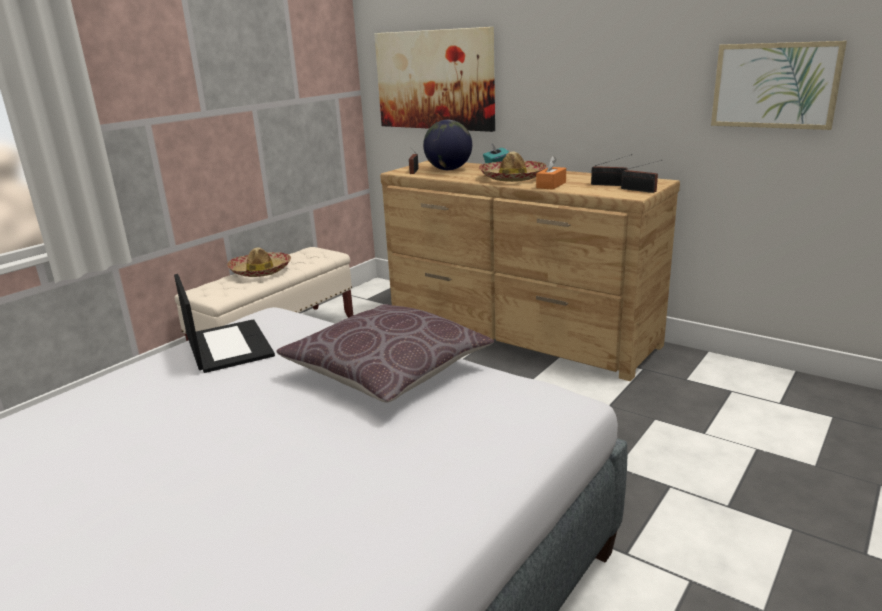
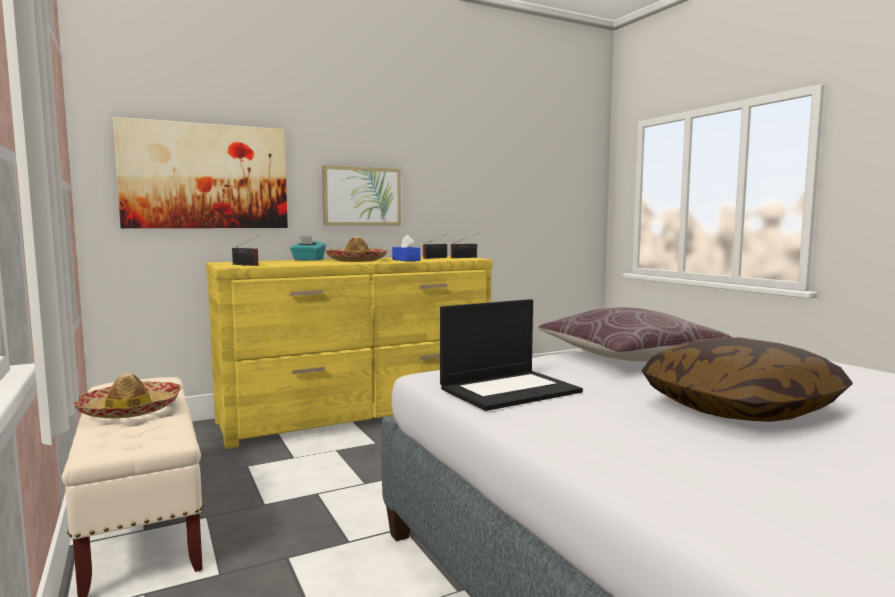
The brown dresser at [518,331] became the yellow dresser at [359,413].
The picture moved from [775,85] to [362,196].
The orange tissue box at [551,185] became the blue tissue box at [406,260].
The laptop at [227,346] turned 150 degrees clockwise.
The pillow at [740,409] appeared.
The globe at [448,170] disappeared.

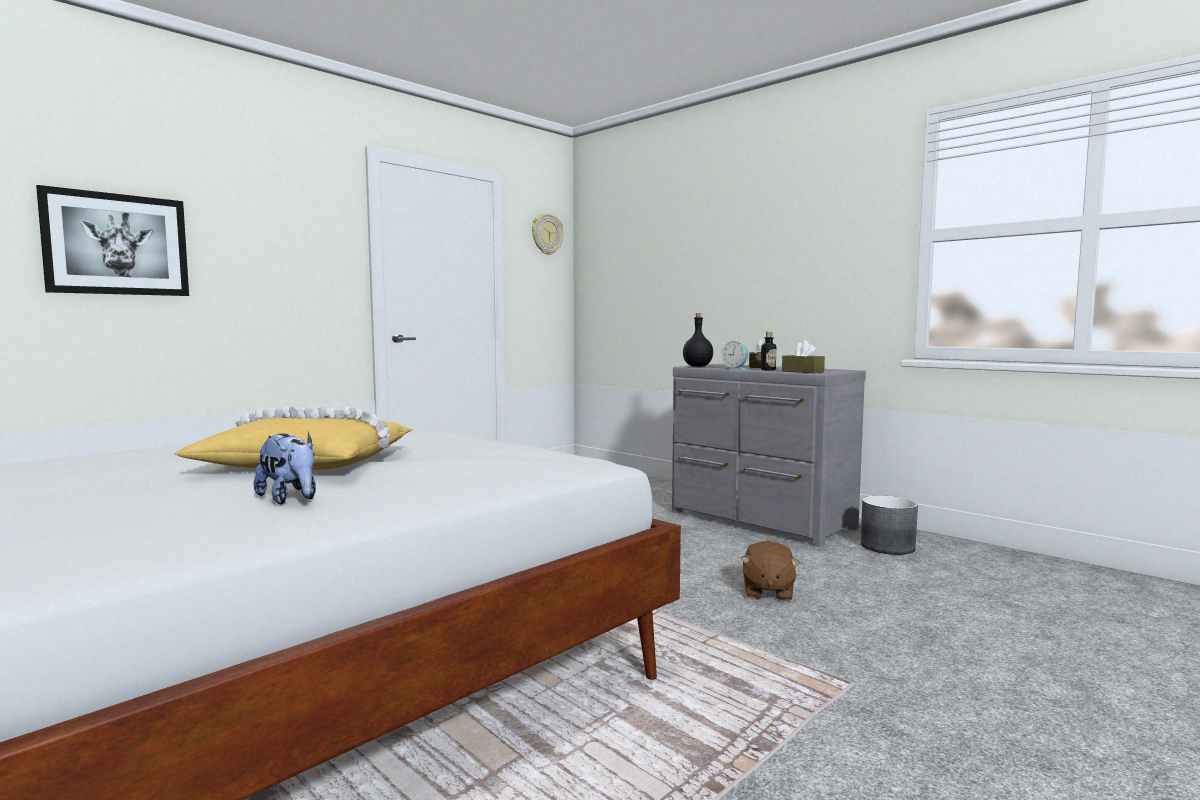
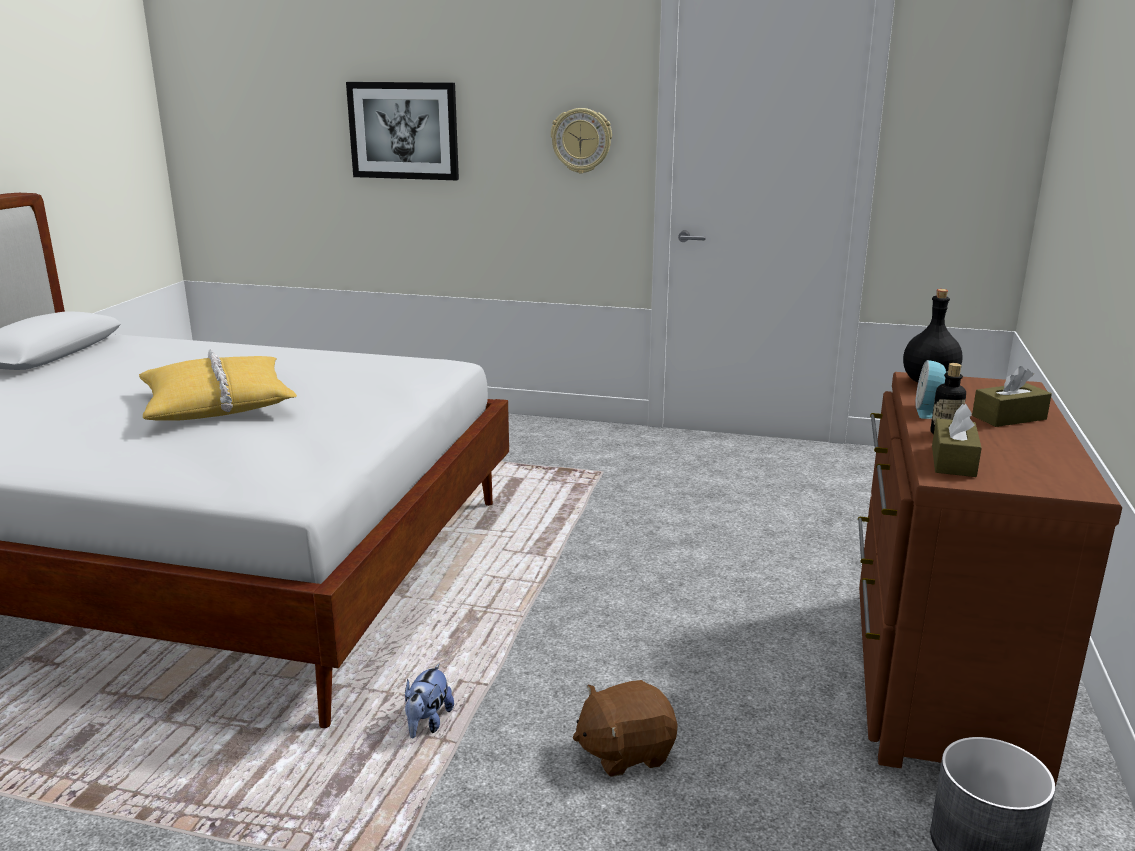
The plush toy moved from [290,499] to [427,723].
The wall clock moved from [546,234] to [581,140].
The grey dresser at [760,521] became the brown dresser at [936,679].

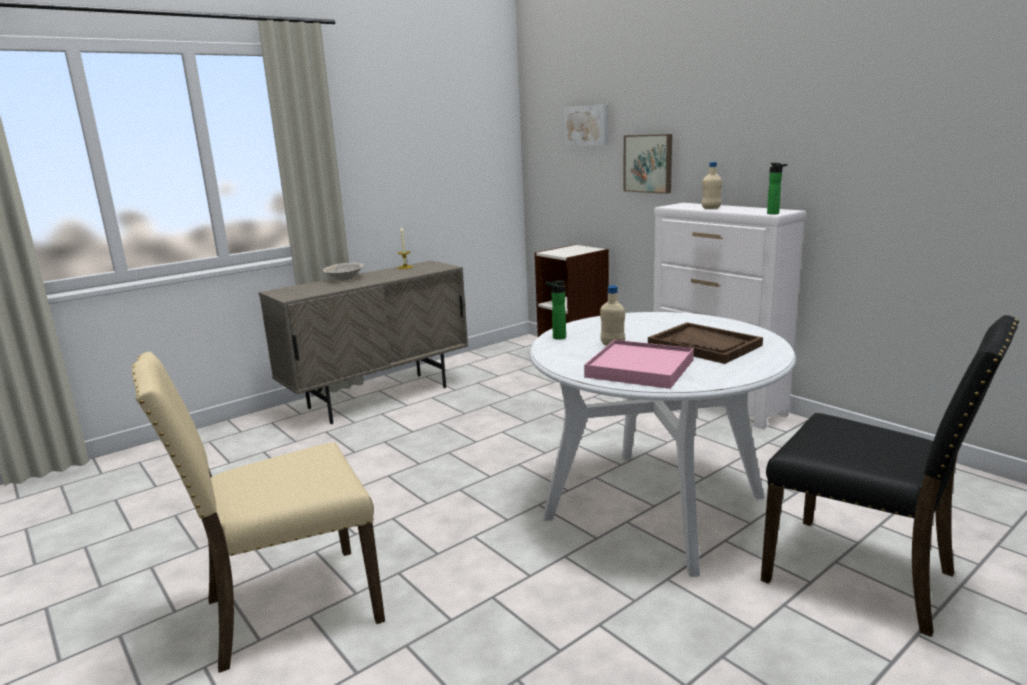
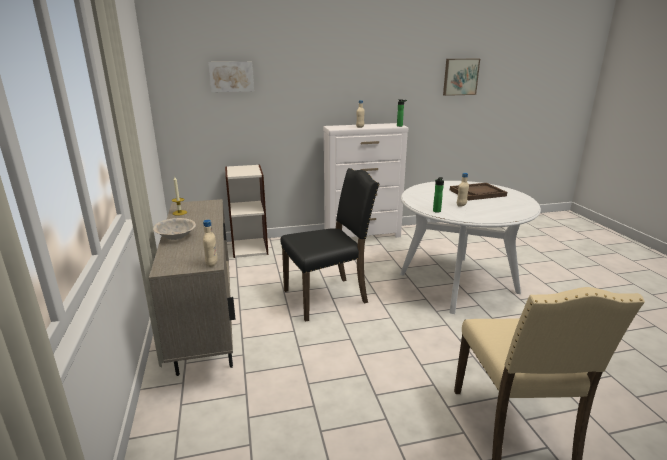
The beige bottle at [211,264] appeared.
The black chair moved from [863,575] to [327,297].
The picture moved from [649,163] to [460,77].
The pink tray at [640,368] disappeared.

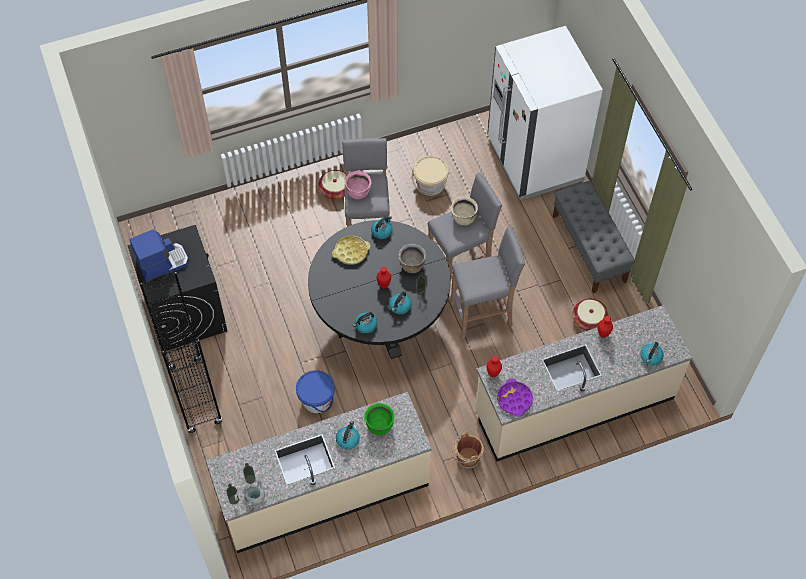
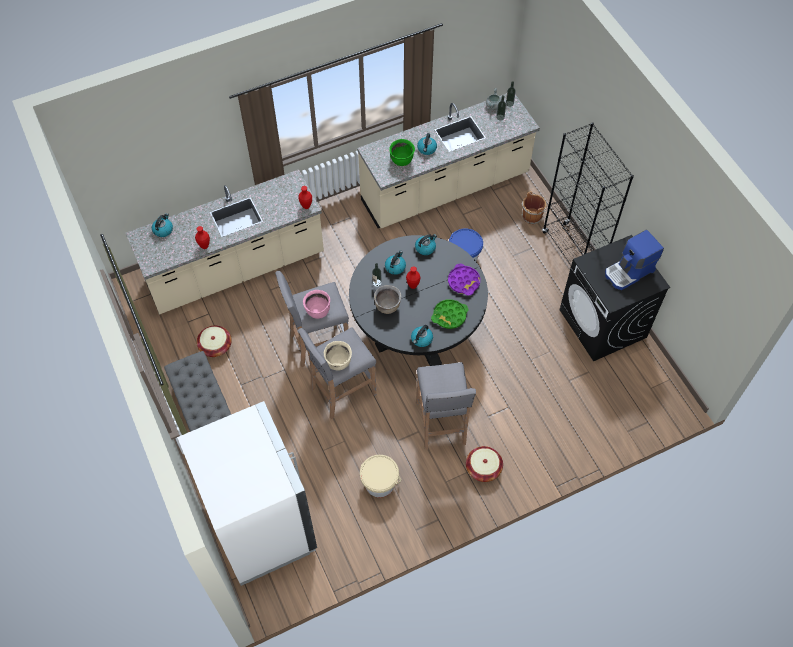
The pink cooking pot moved from [358,192] to [318,311].
The yellow tray at [351,252] became the green tray at [449,316].
The purple tray moved from [514,399] to [464,281].
The brown bucket moved from [467,458] to [532,216].

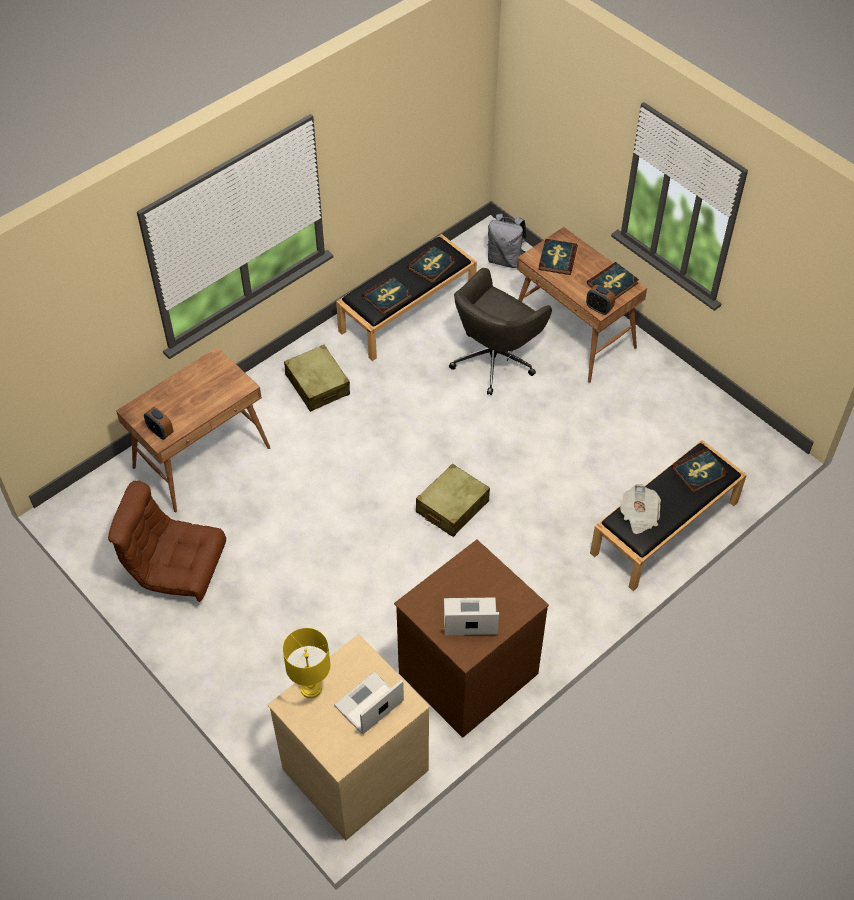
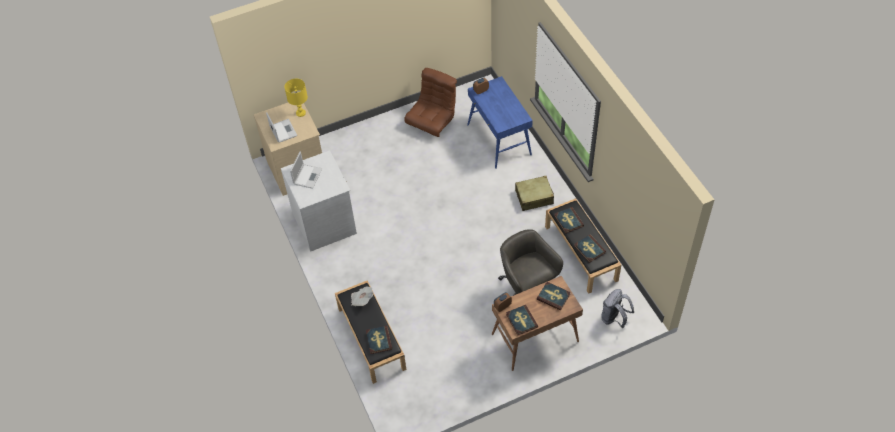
The brown dresser at [467,671] became the white dresser at [325,222].
The brown desk at [202,457] became the blue desk at [499,140].
The beige suitcase at [452,507] disappeared.

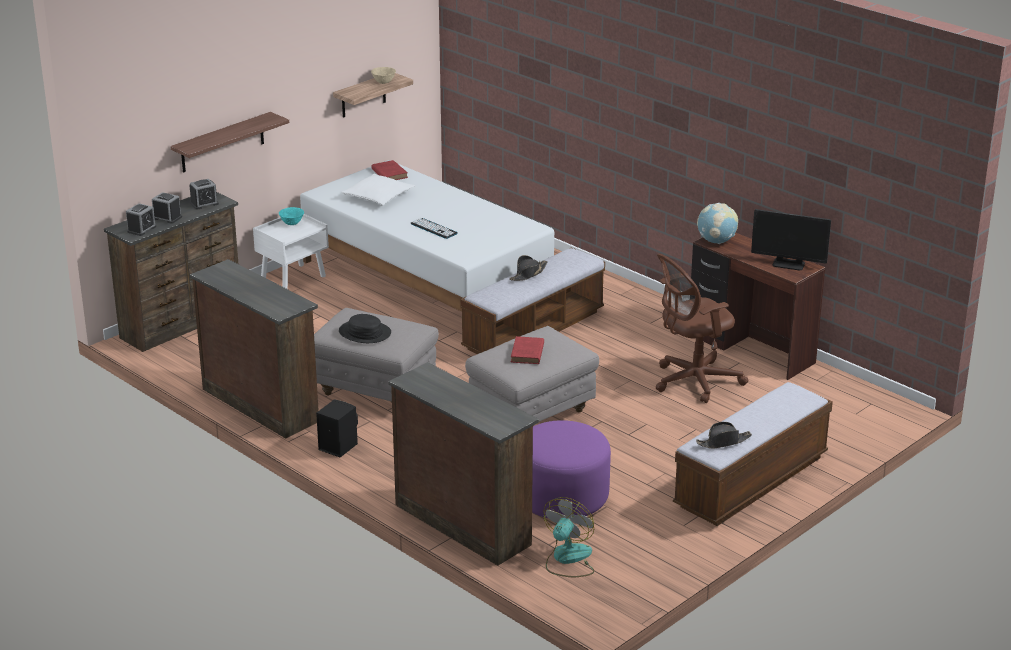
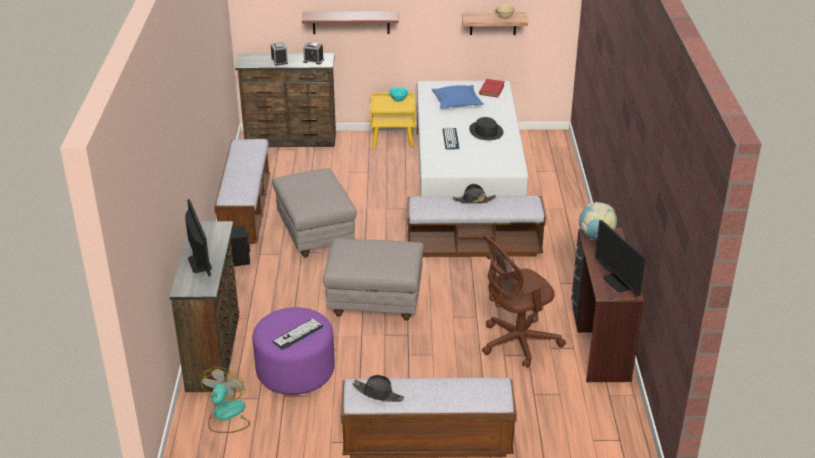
The monitor at [199,263] appeared.
The fan at [568,559] turned 60 degrees counterclockwise.
The brown dresser at [261,404] was replaced by the bench at [246,210].
The keyboard at [298,334] appeared.
The white nightstand at [293,278] became the yellow nightstand at [393,141].
The white pillow at [378,197] became the blue pillow at [457,102].
The black hat moved from [364,333] to [486,131].
The brown office chair at [693,381] turned 45 degrees counterclockwise.
The alarm clock at [141,229] disappeared.
The red book at [527,354] disappeared.

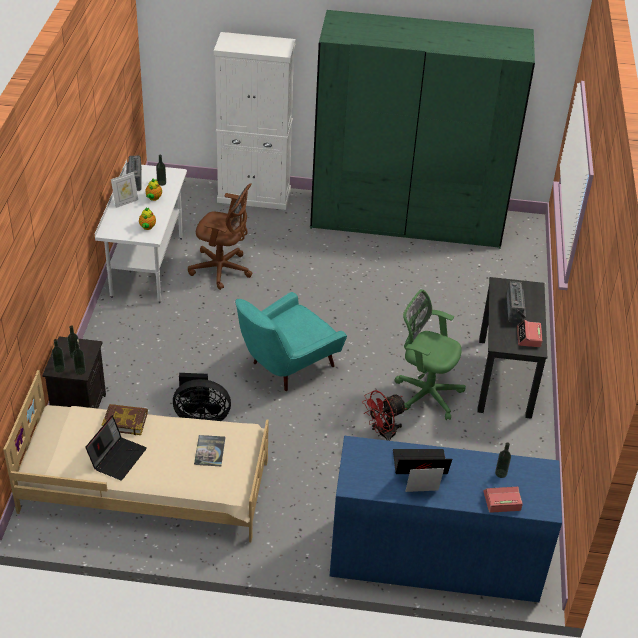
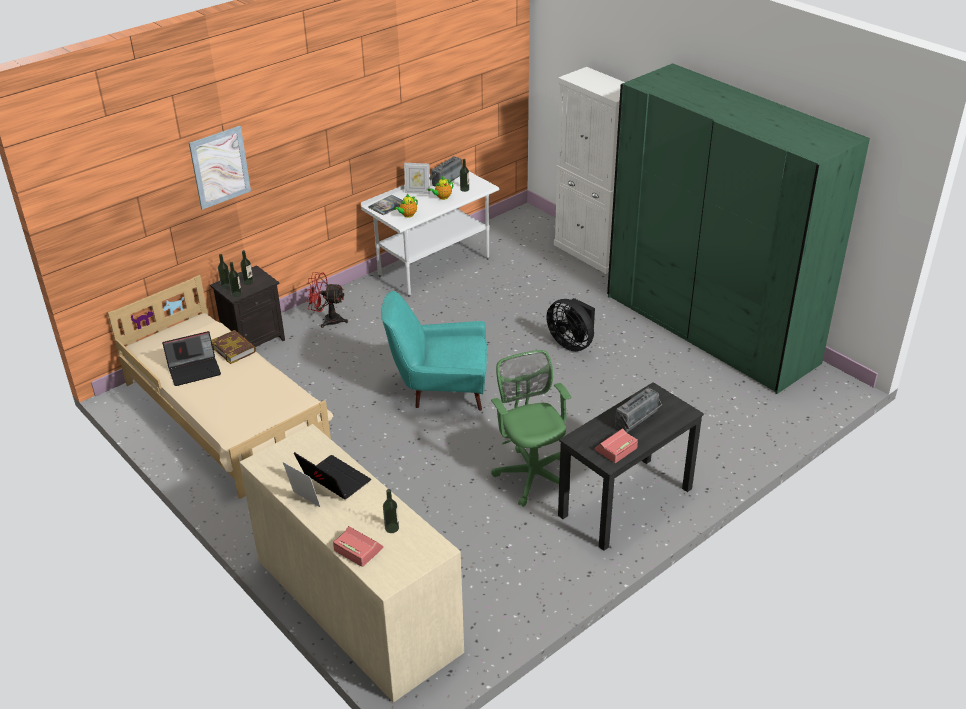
The picture at [220,167] appeared.
The blue dresser at [435,558] became the beige dresser at [357,604].
The red fan moved from [382,434] to [328,320].
The book moved from [210,451] to [387,205].
The black fan moved from [201,417] to [572,343].
The brown office chair at [223,270] disappeared.

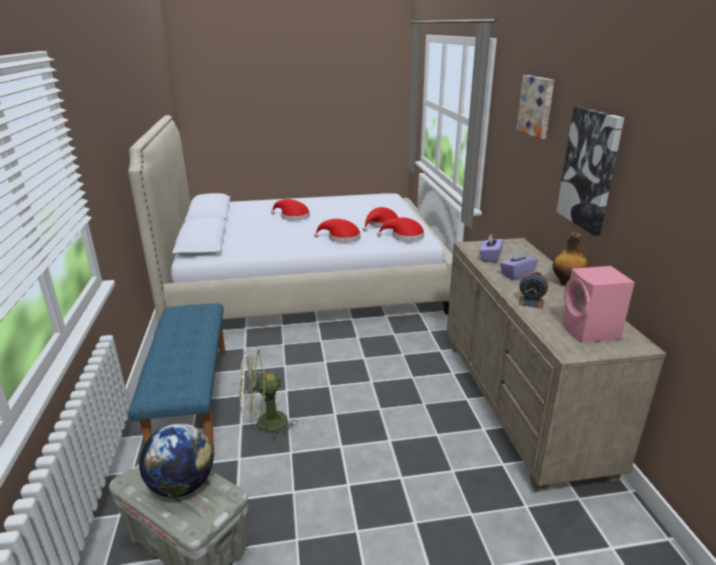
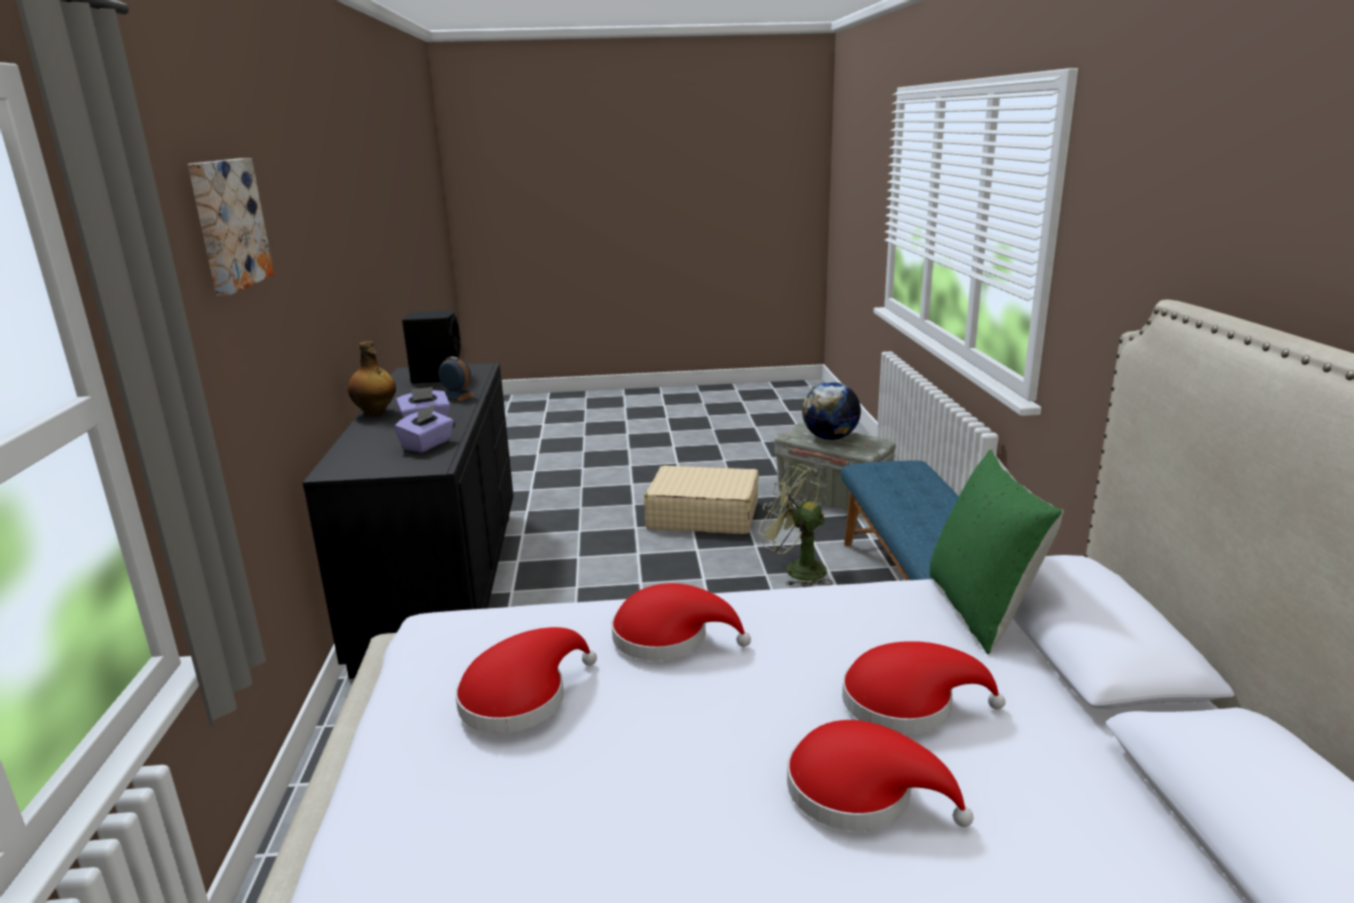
The beige dresser at [519,403] became the black dresser at [444,584].
The pink speaker at [590,332] became the black speaker at [437,377].
The beige suitcase at [702,515] appeared.
The green fan at [264,424] turned 135 degrees counterclockwise.
The red hat moved from [404,236] to [906,703].
The green pillow at [981,610] appeared.
The picture at [590,169] disappeared.

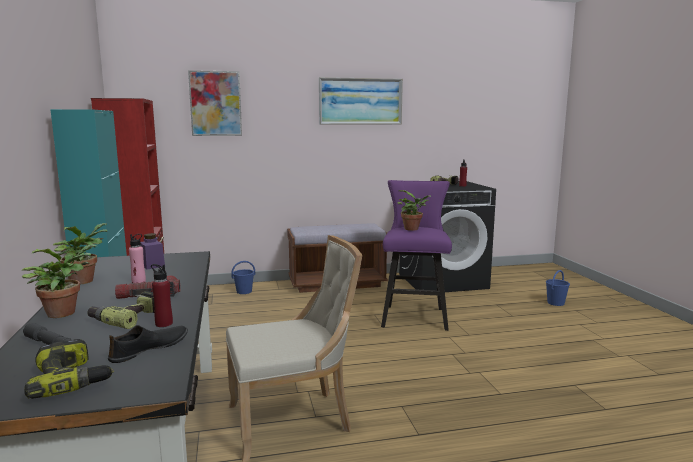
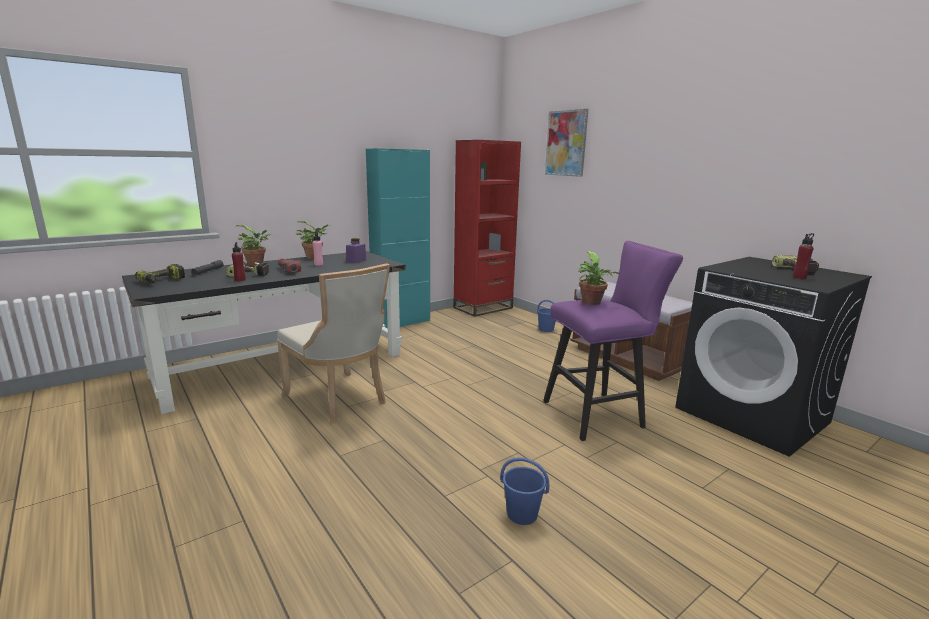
The blue bucket moved from [555,303] to [521,514].
The black shoe at [150,349] disappeared.
The picture at [360,101] disappeared.

